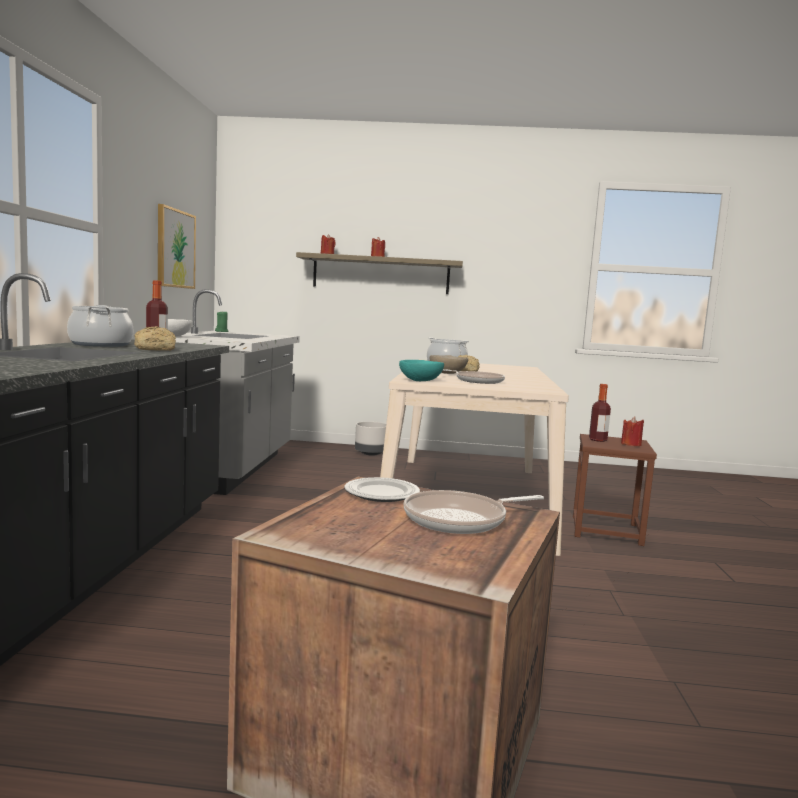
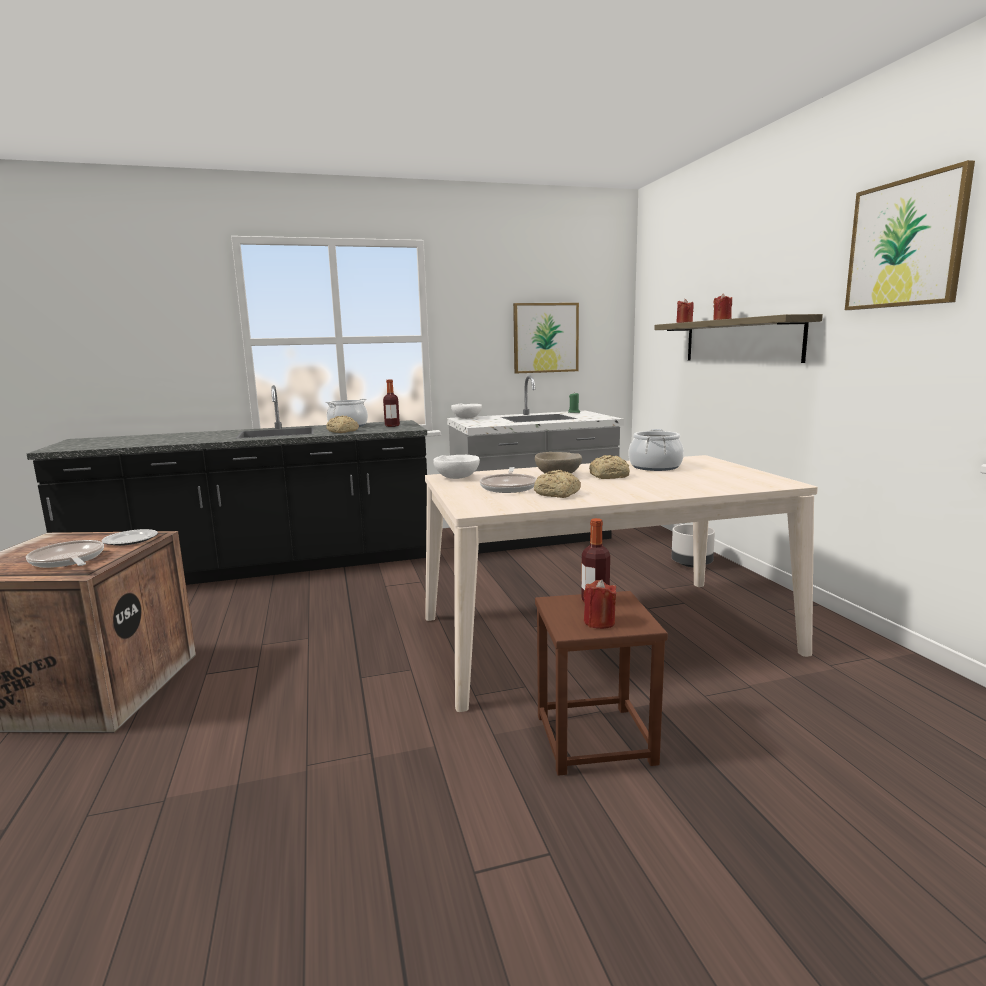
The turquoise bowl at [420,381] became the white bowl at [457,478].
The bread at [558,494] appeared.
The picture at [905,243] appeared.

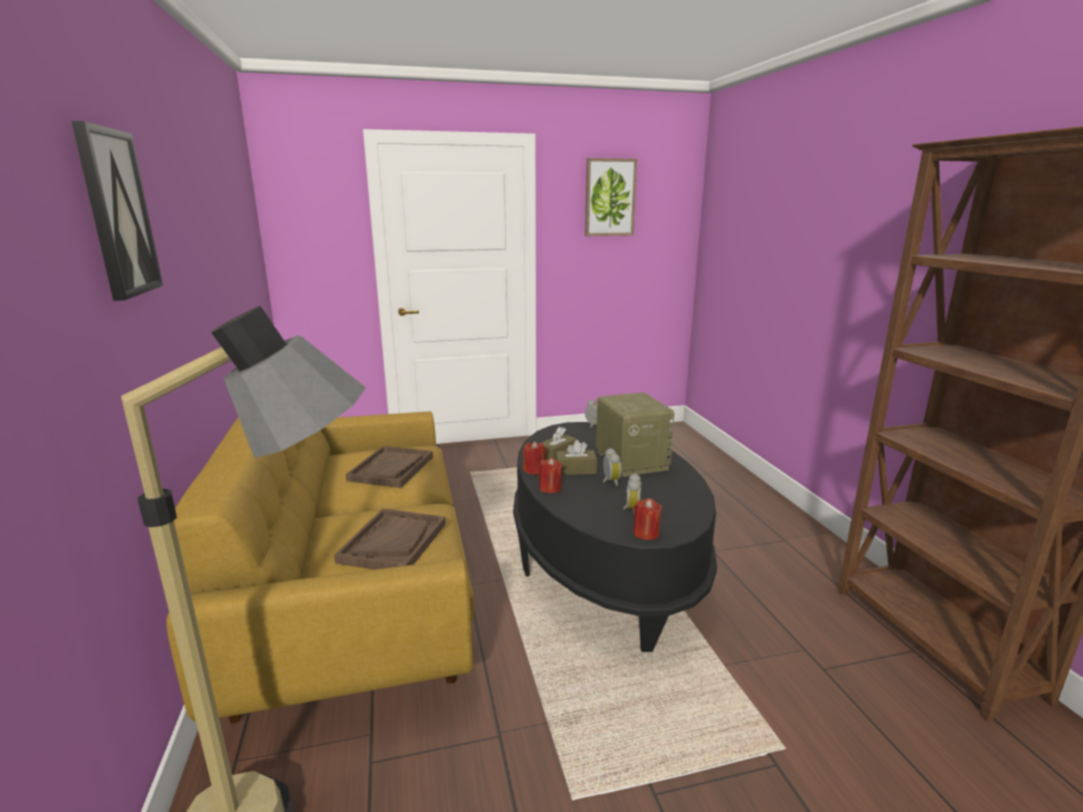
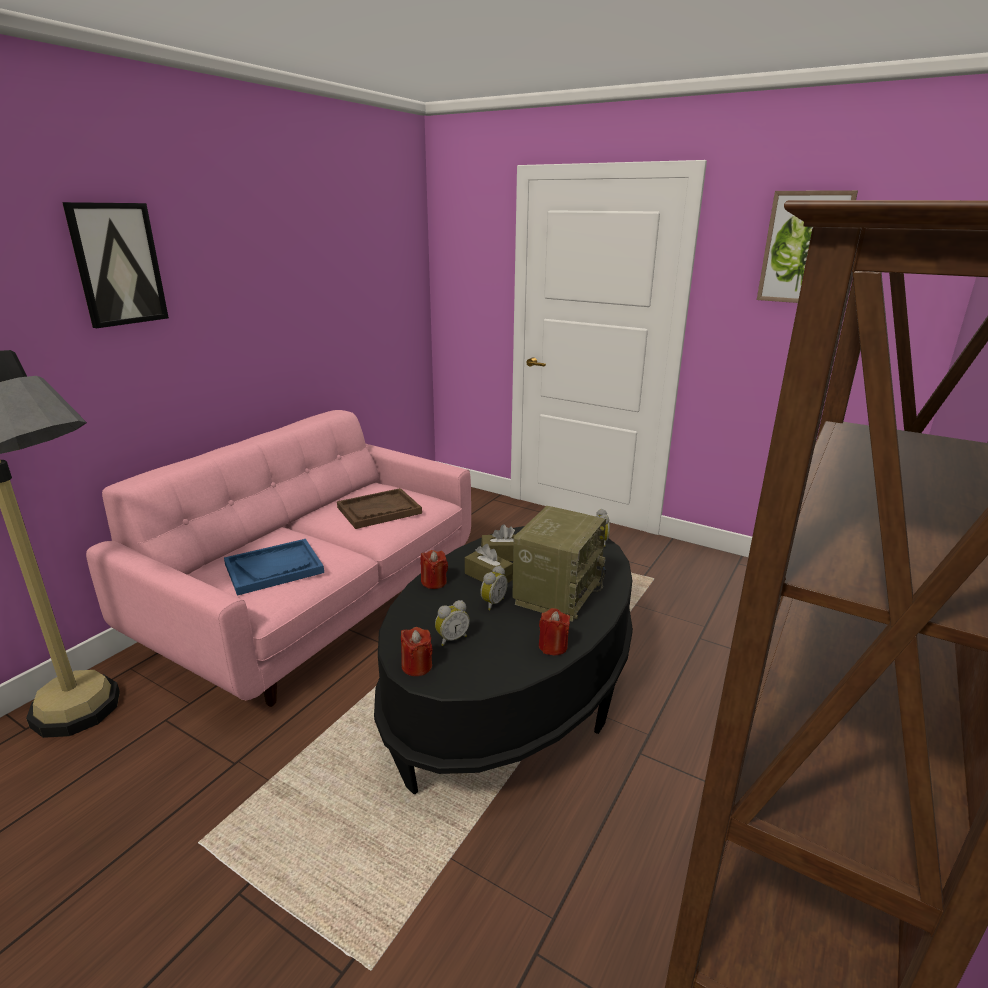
The yellow sofa at [357,594] became the pink sofa at [317,605].
The brown tray at [393,542] became the blue tray at [274,568].
The red candle moved from [534,470] to [553,646].

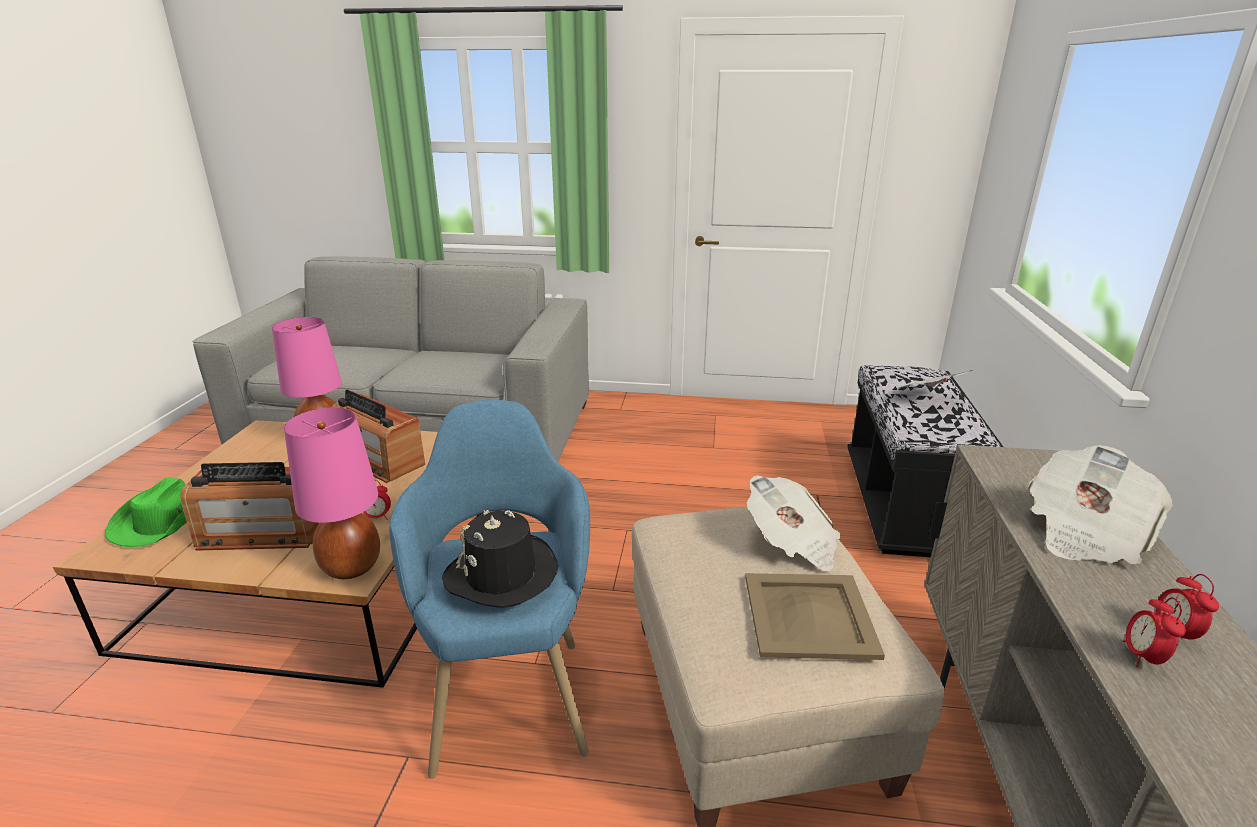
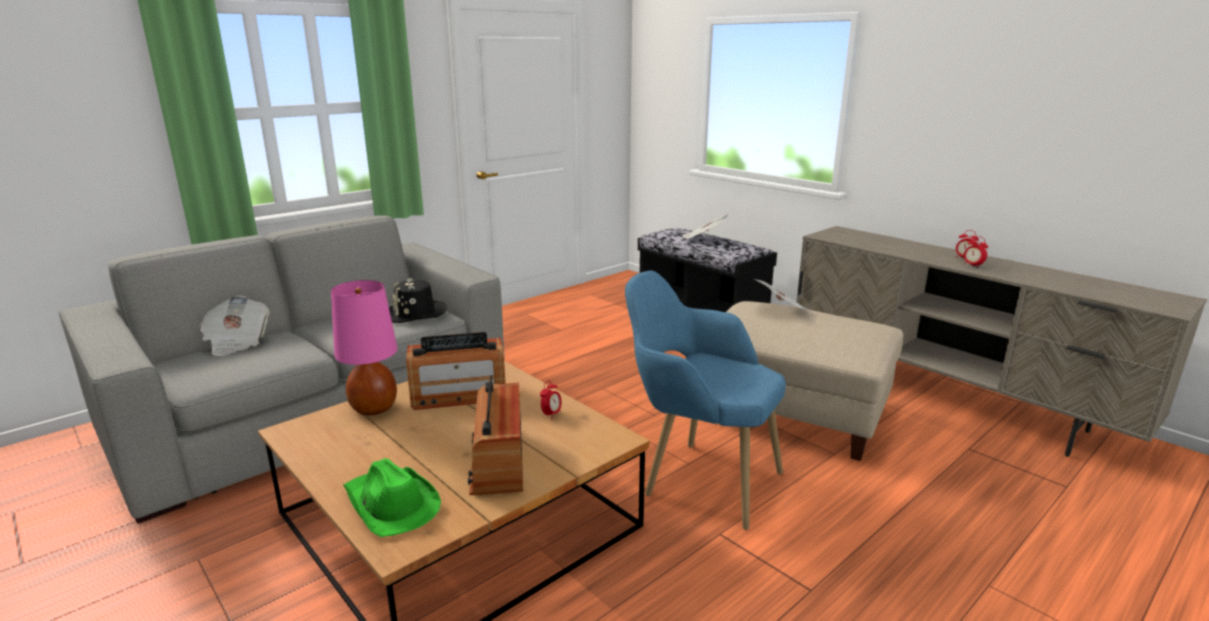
The newspaper moved from [1084,532] to [237,342].
The black hat moved from [501,574] to [415,314].
The radio at [263,532] turned 135 degrees clockwise.
The pink table lamp at [352,567] disappeared.
The beige tray at [810,614] disappeared.

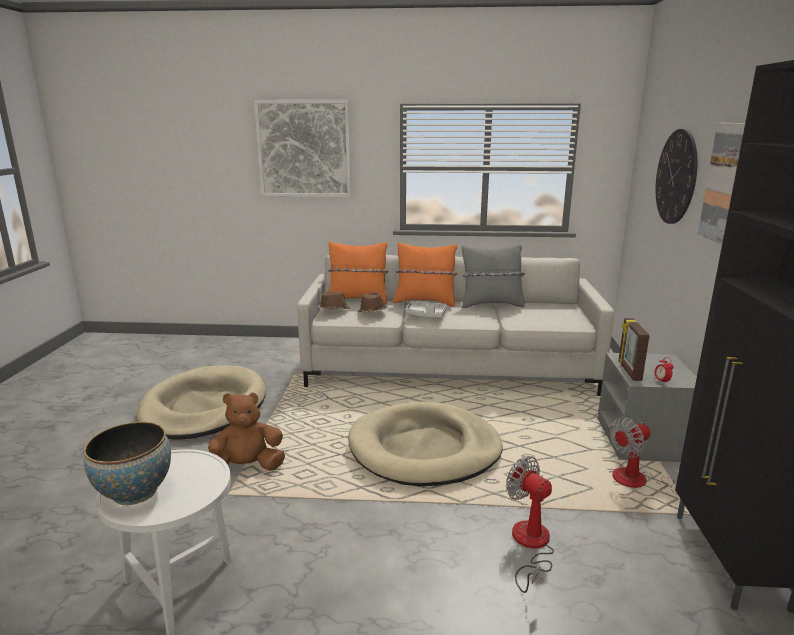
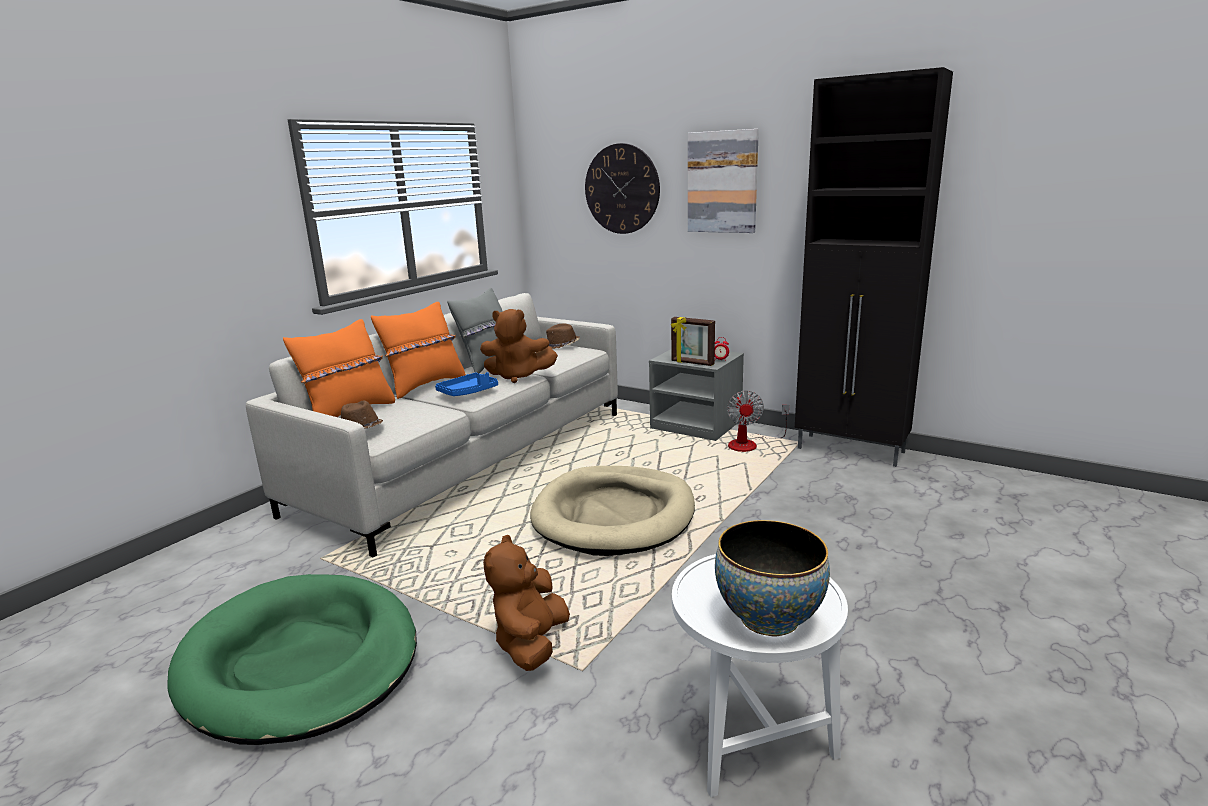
The beige dog bed at [204,407] became the green dog bed at [301,662].
The grey tray at [426,315] became the blue tray at [468,392].
The brown plush toy at [518,376] appeared.
The brown hat moved from [372,312] to [561,346].
The picture at [304,149] disappeared.
The fan at [530,545] disappeared.

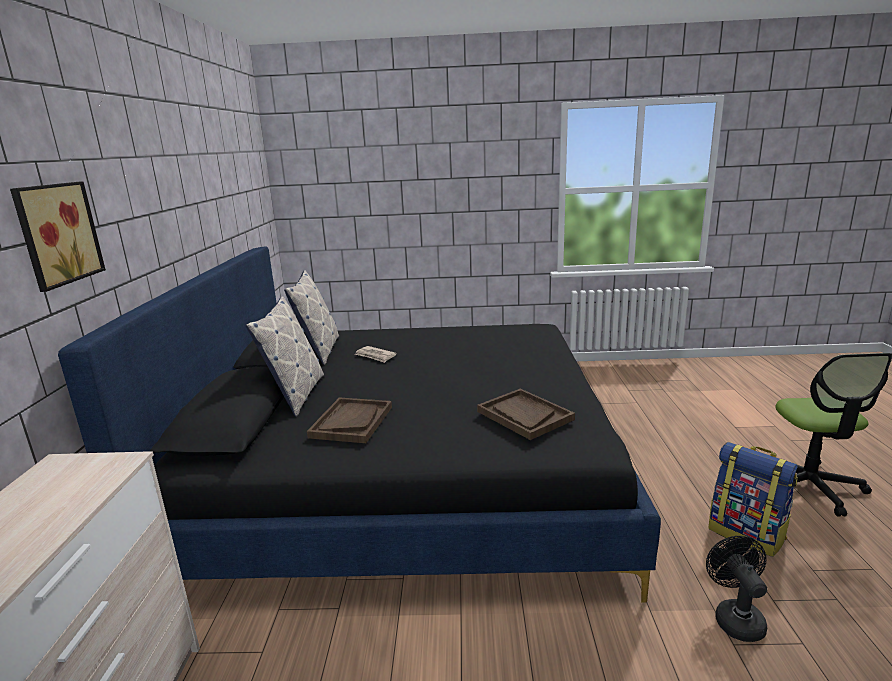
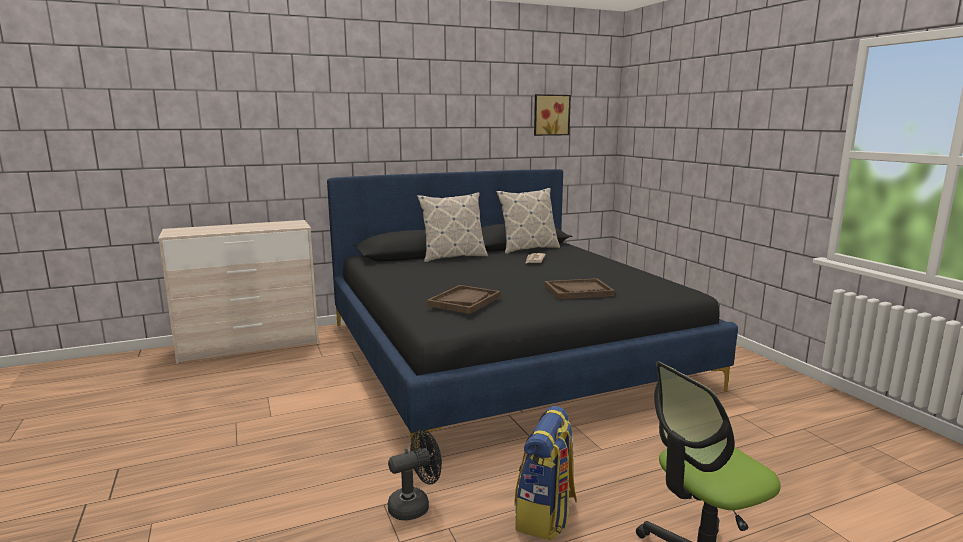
The picture moved from [55,234] to [550,115].
The brown tray moved from [351,422] to [578,291].

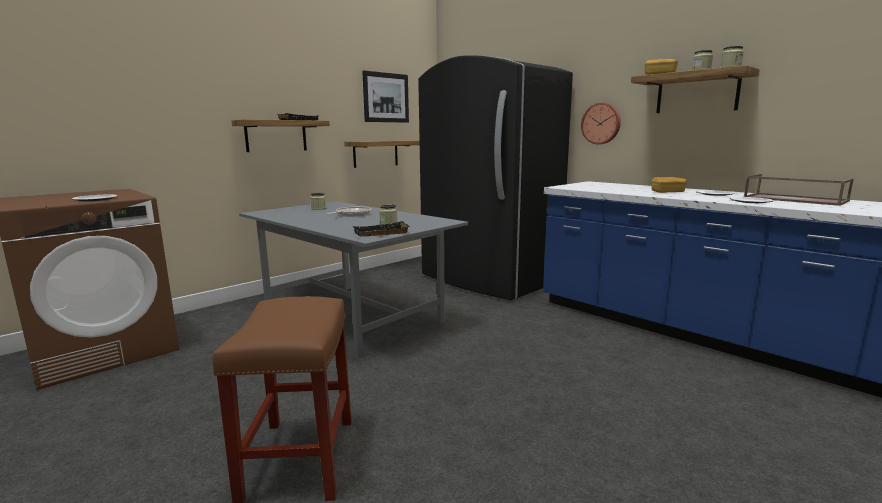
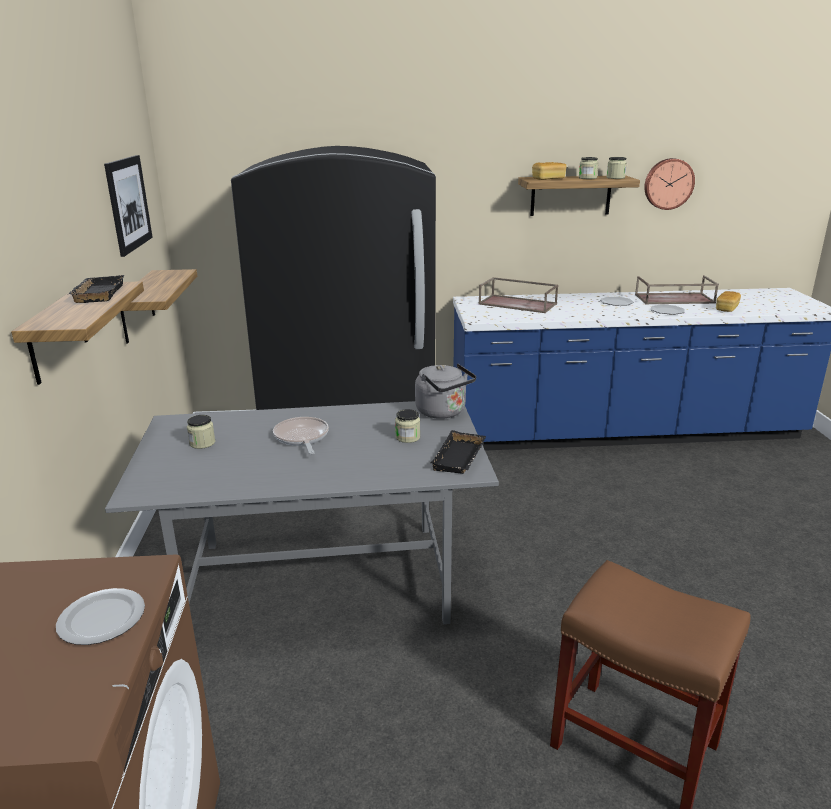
The grey kettle at [443,412] appeared.
The brown tray at [518,304] appeared.
The wall clock moved from [601,123] to [668,184].
The bread moved from [667,192] to [726,309].

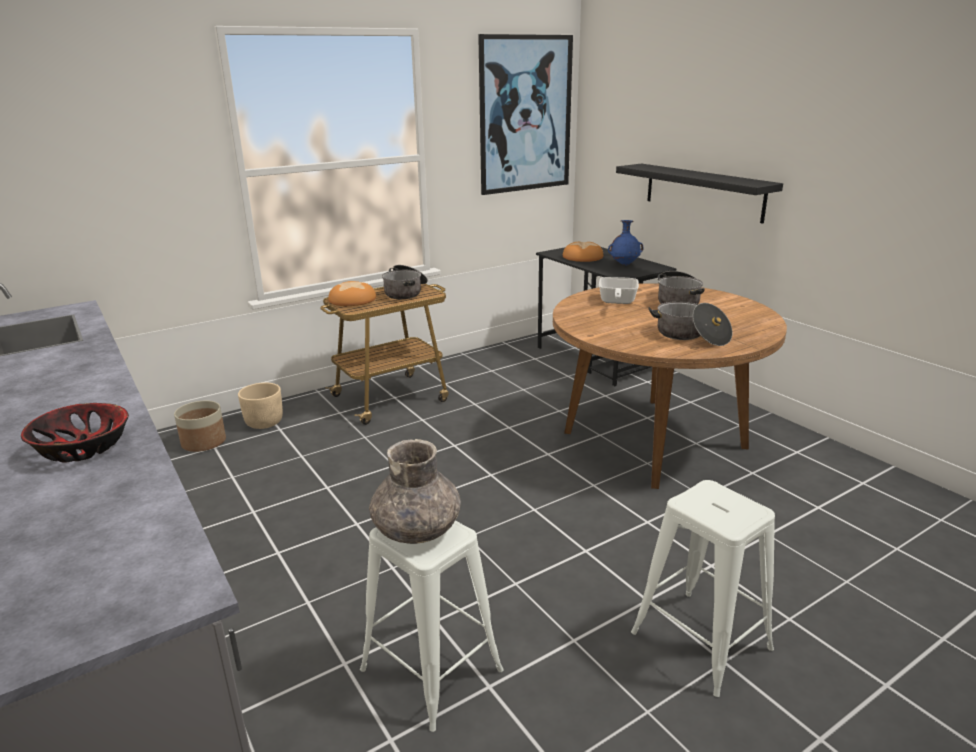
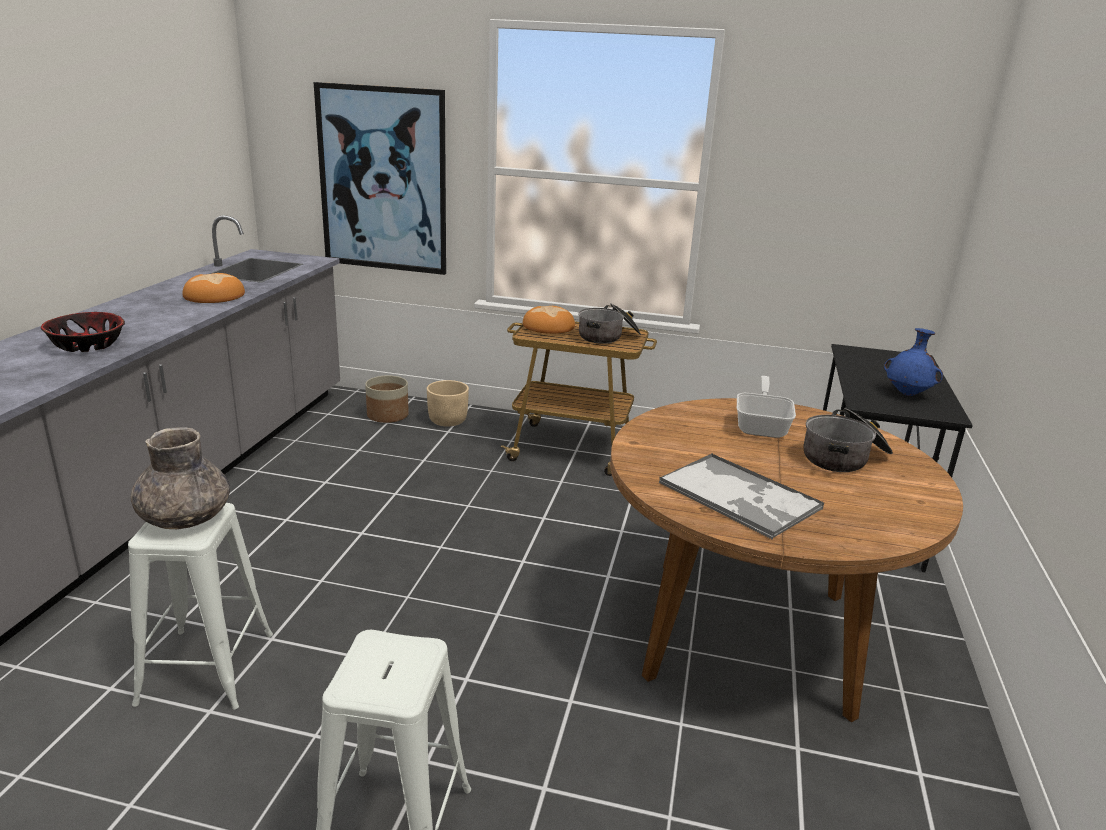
The bread moved from [582,257] to [214,295].
The picture moved from [525,115] to [383,180].
The cooking pot at [690,336] was replaced by the tray at [740,496].
The frying pan at [616,302] turned 135 degrees clockwise.
The black shelf at [703,192] disappeared.

